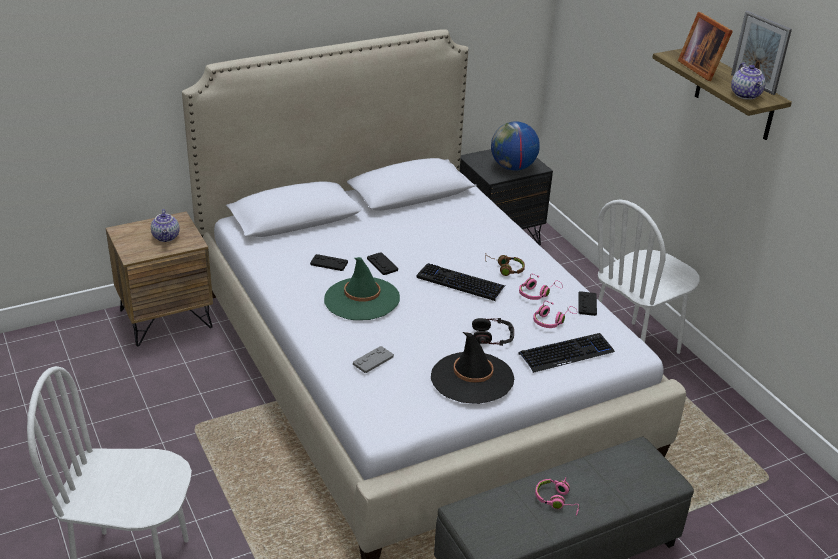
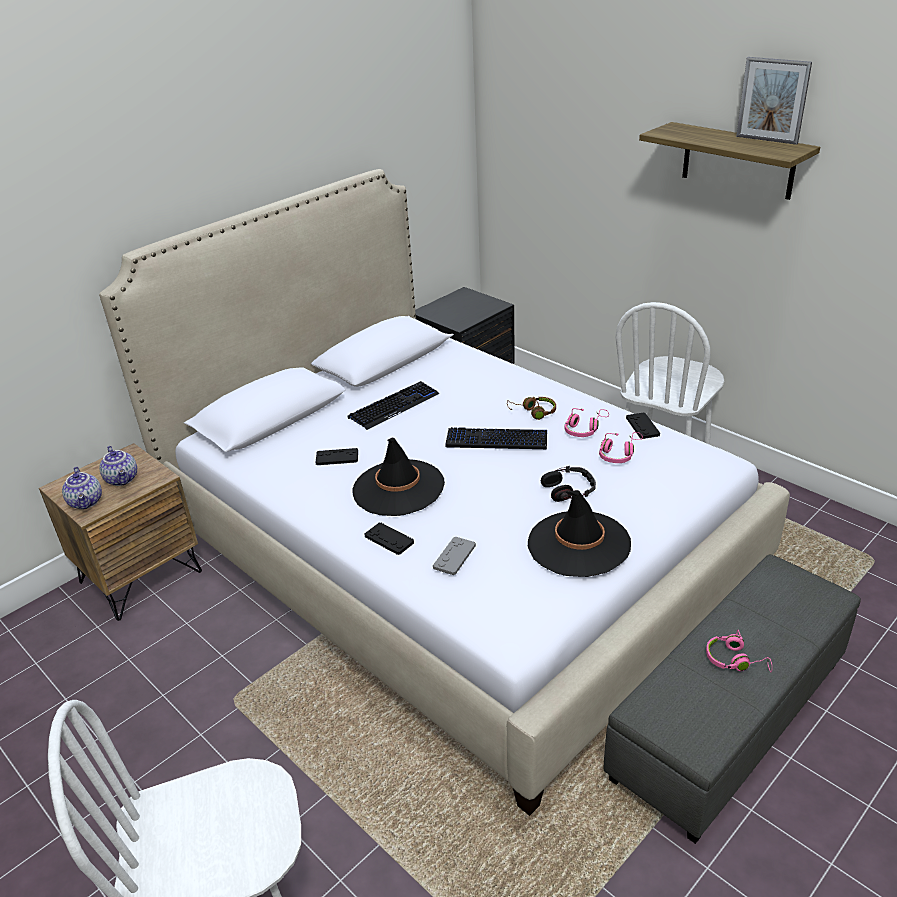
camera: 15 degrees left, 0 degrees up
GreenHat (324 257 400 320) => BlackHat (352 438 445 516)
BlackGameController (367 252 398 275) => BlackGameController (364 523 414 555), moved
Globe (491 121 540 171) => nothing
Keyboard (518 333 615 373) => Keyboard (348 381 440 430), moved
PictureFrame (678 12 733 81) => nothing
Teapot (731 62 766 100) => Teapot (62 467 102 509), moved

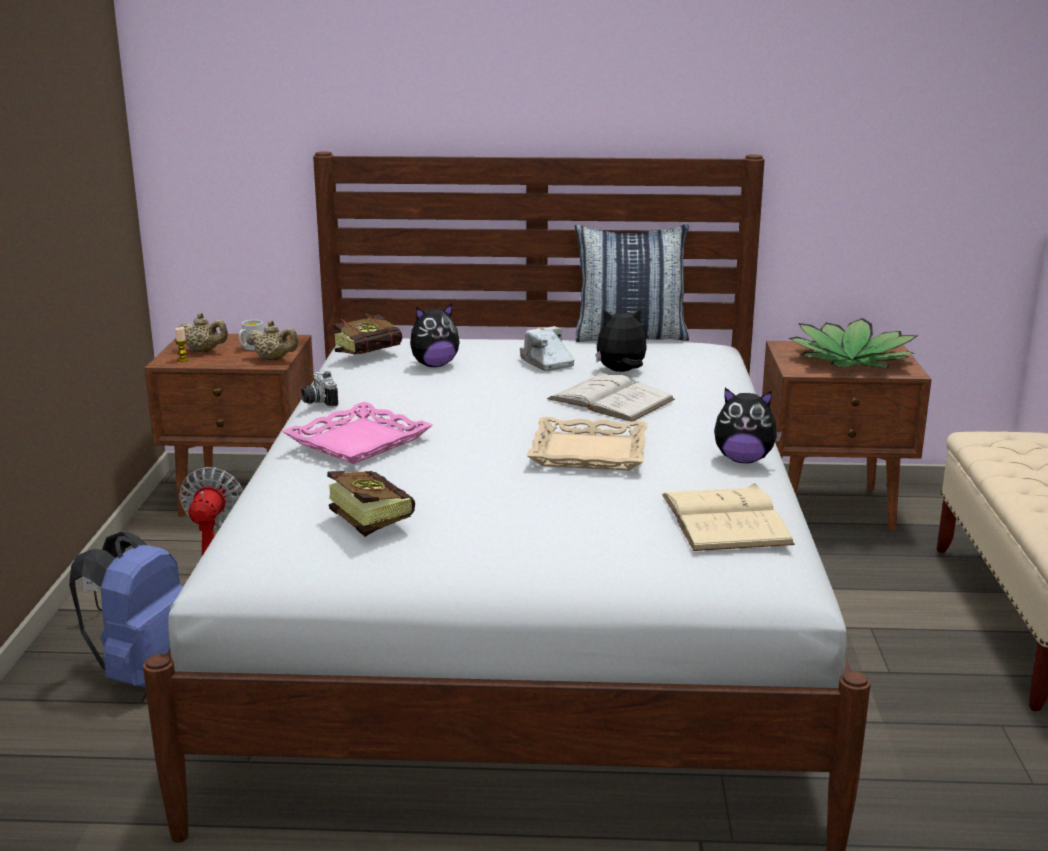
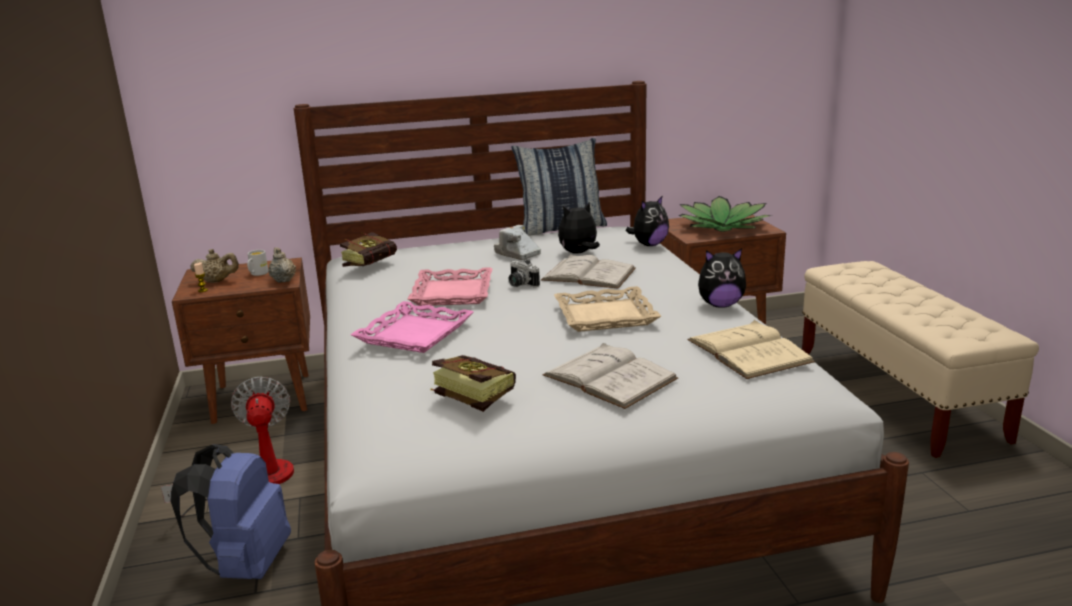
camera: 15 degrees left, 0 degrees up
BeigeTeapot (246 320 298 361) => BeigeTeapot (268 247 296 283), 120 degrees counterclockwise
PhotoCamera (301 371 338 408) => PhotoCamera (508 259 540 287), moved
PlushToy (410 303 460 367) => PlushToy (626 195 669 246), moved
nothing => PinkTray (408 267 493 306)
nothing => WhiteBook (542 343 678 409)

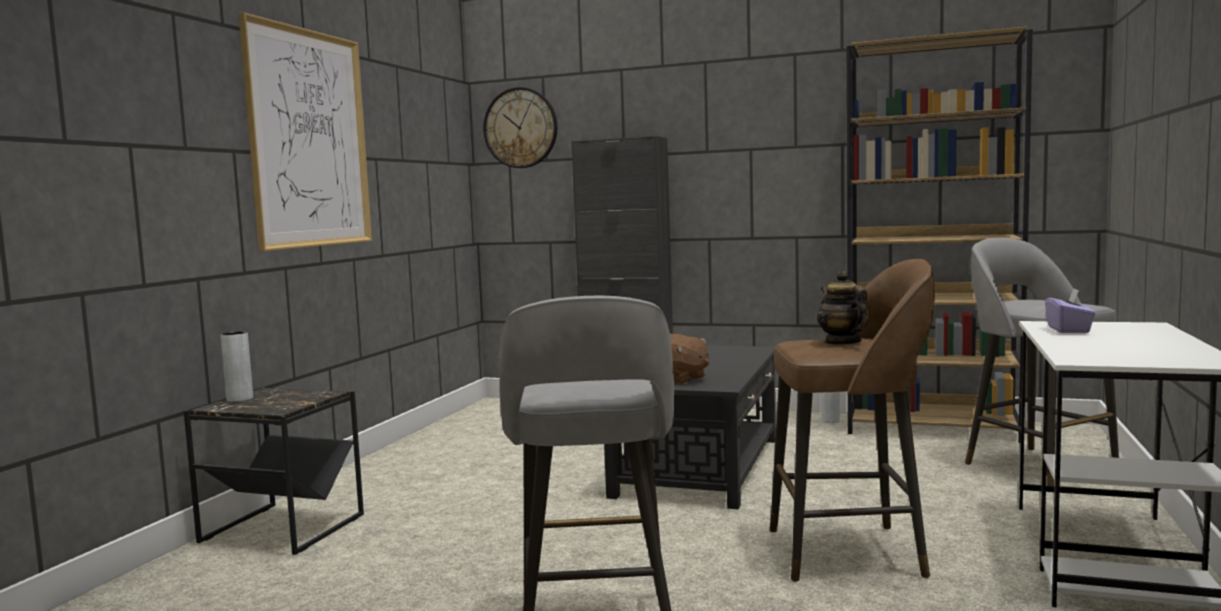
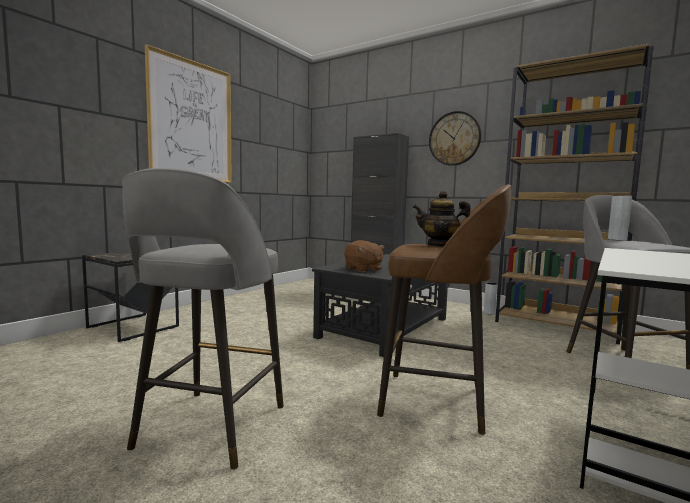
camera: 15 degrees right, 0 degrees up
GreyVase (220 331 253 402) => GreyVase (608 195 632 240), moved
WallClock (483 87 557 168) => WallClock (429 111 481 166), moved
Teapot (817 271 869 345) => Teapot (413 191 470 247), 75 degrees counterclockwise
PurpleTissueBox (1045 289 1096 333) => nothing

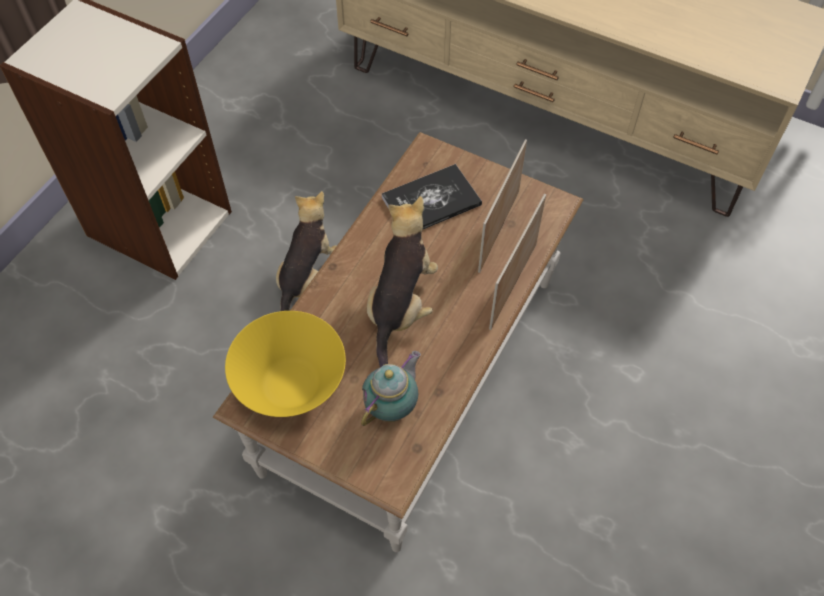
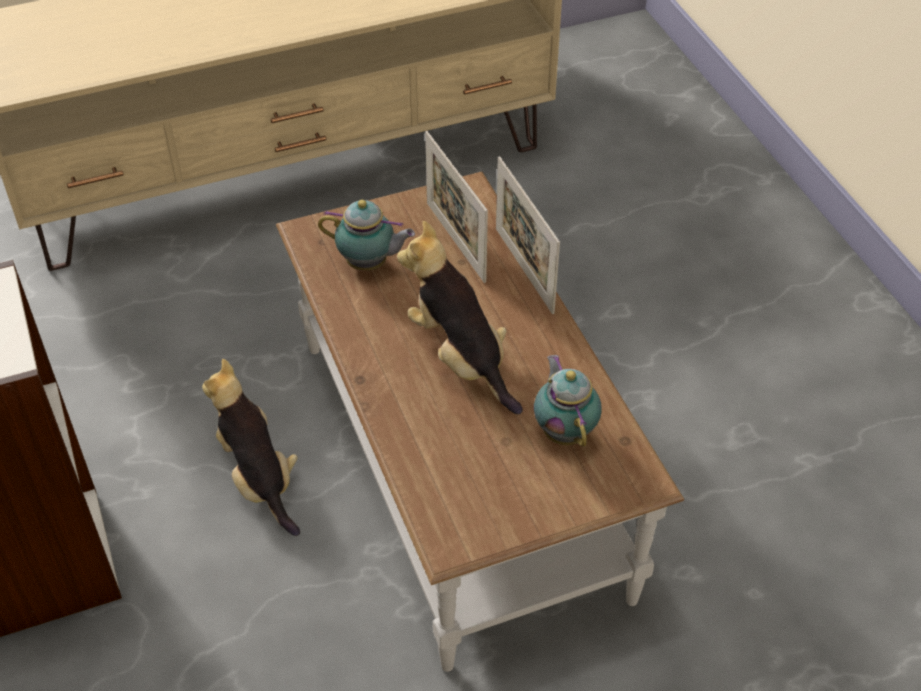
camera: 50 degrees left, 10 degrees down
YellowBowl (225 311 346 417) => nothing
Book (382 164 482 230) => Teapot (318 200 415 271)

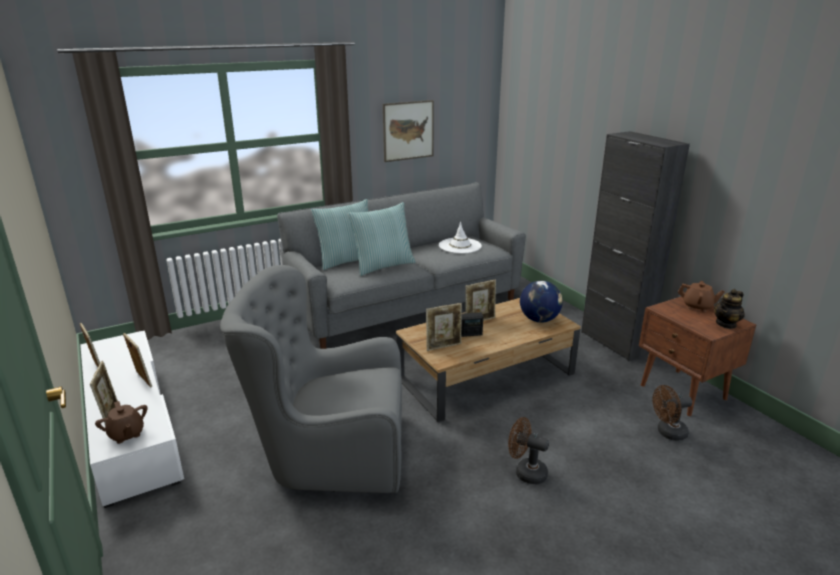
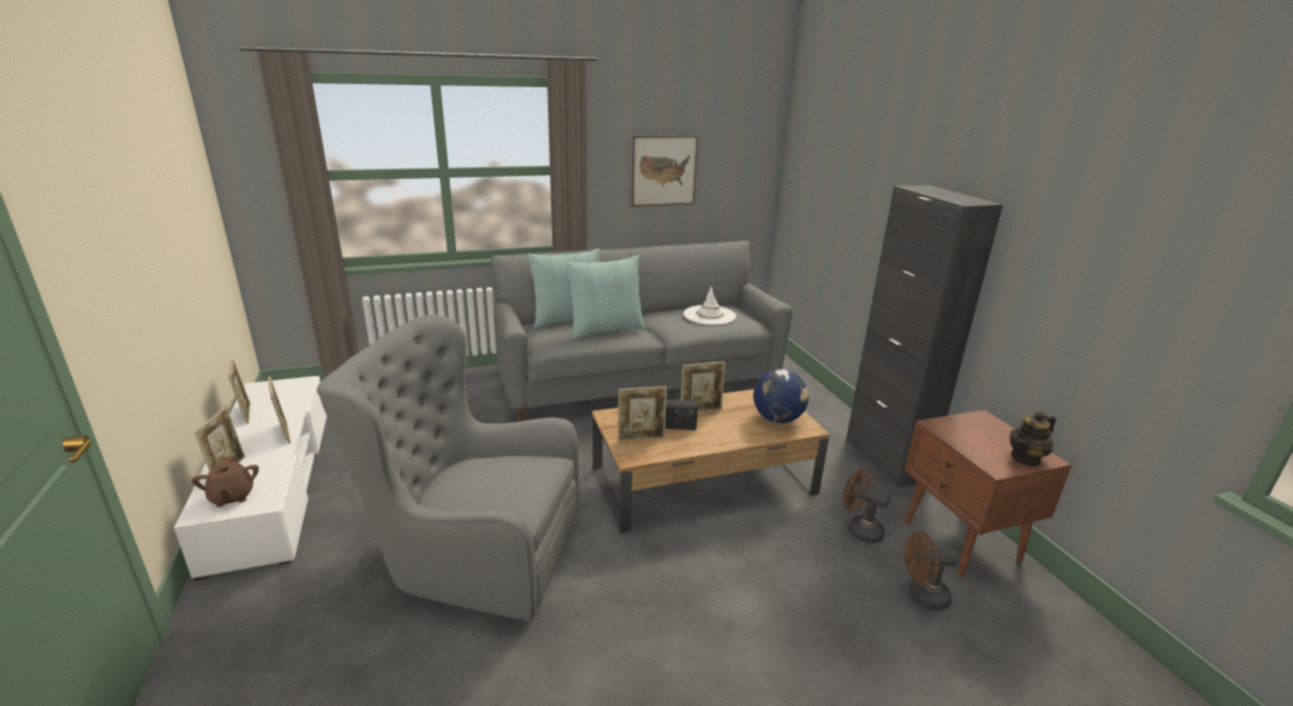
camera: 10 degrees right, 0 degrees up
BrownFan (508 417 549 485) => BrownFan (843 468 890 544), moved
BrownTeapot (678 281 725 312) => nothing

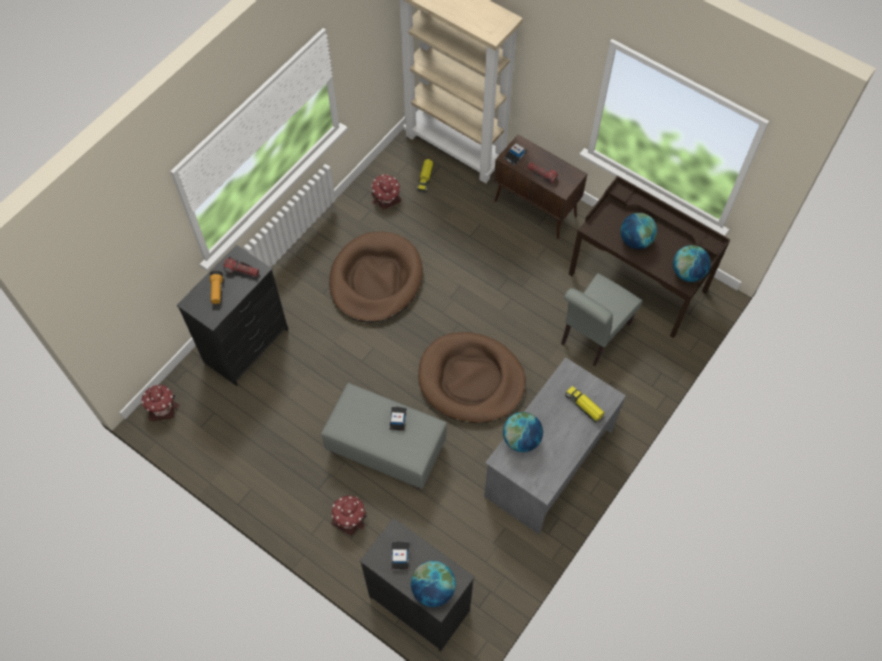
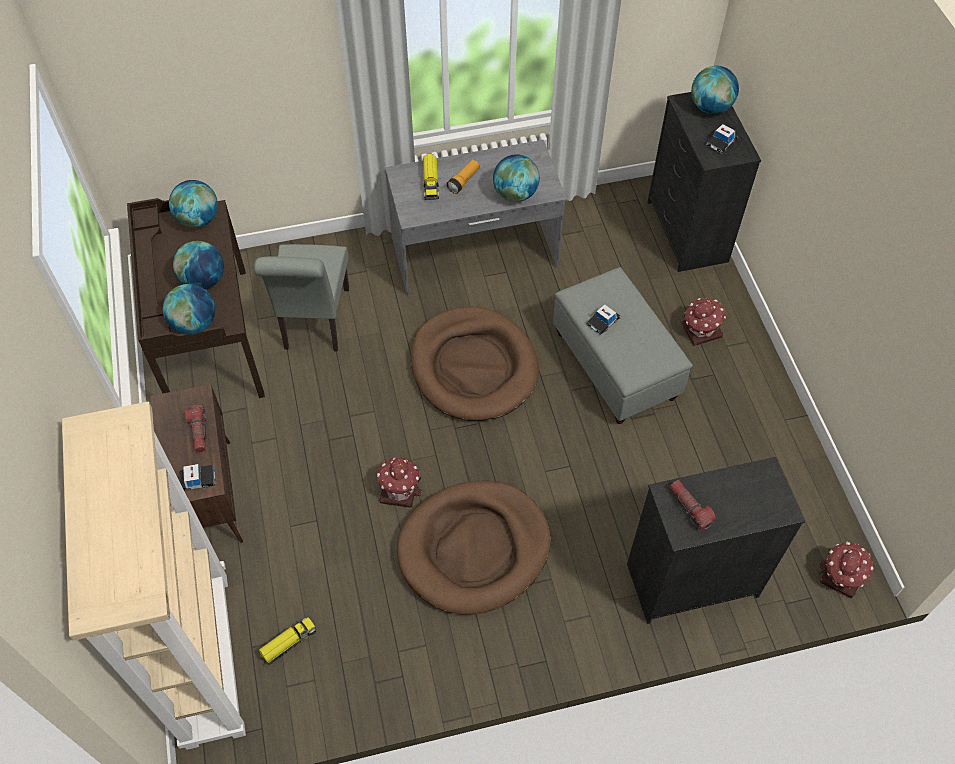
camera: 140 degrees left, 5 degrees down
Flashlight (210 270 223 304) => Flashlight (447 160 480 194), moved
ToyHouse (371 174 401 210) => ToyHouse (377 457 422 507), moved
GreyChair (561 273 642 366) => GreyChair (254 244 349 351), 105 degrees clockwise
nothing => Globe (163 284 215 335)

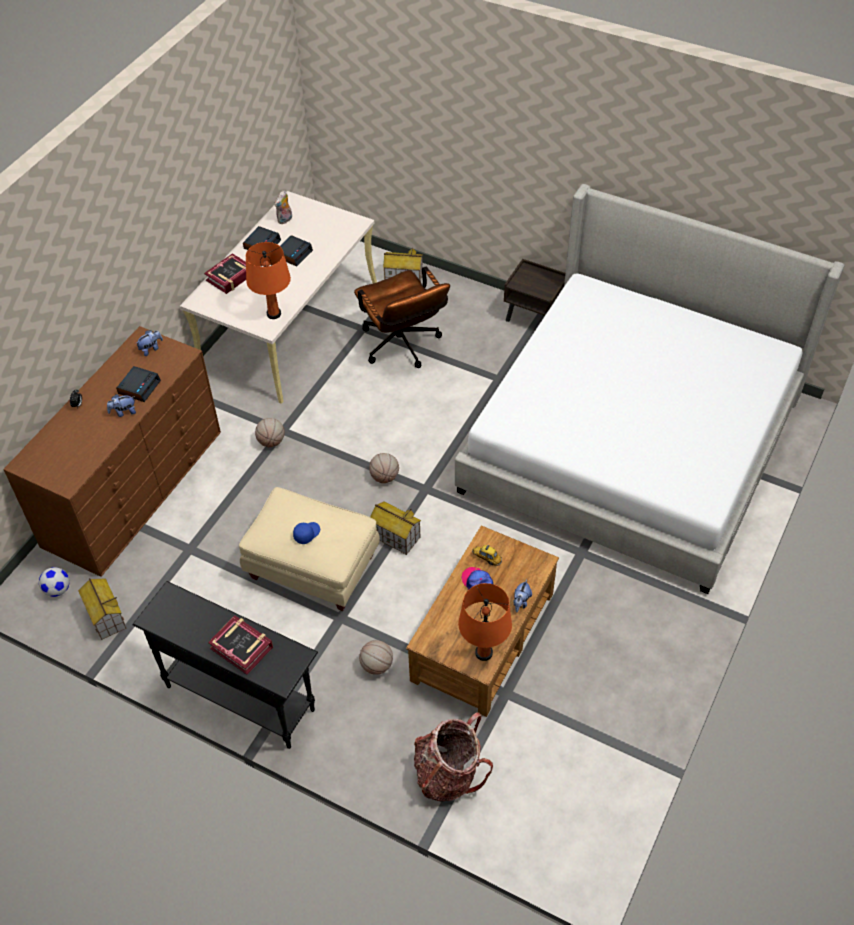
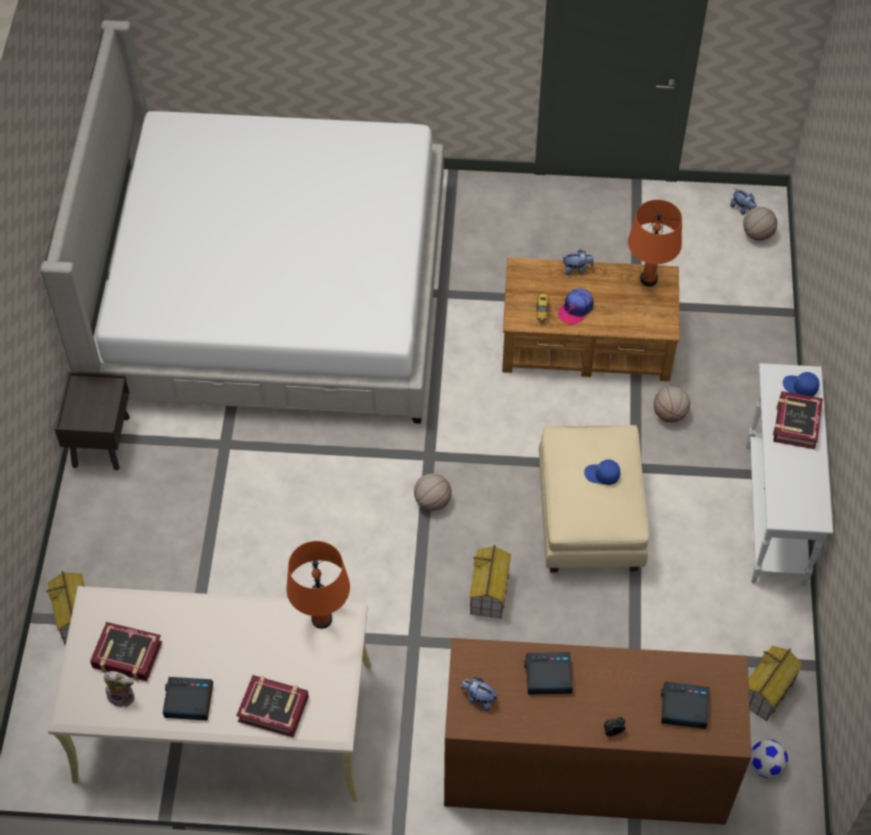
camera: 115 degrees left, 5 degrees up
PlushToy (107 394 136 417) => PlushToy (730 189 756 215), moved
BlackConsoleTable (133 581 318 749) => WhiteConsoleTable (746 363 833 587)
Basketball (255 418 285 447) => Basketball (743 207 778 241), moved
AlarmClock (280 235 313 266) => AlarmClock (661 682 710 729), moved
BrownOfficeChair (354 267 450 368) => nothing
ToyHouse (370 502 421 555) => ToyHouse (469 545 511 619), moved
Backpack (414 712 493 802) => nothing
nothing => Book (90 622 162 681)
nothing => BlueCap (783 372 819 397)

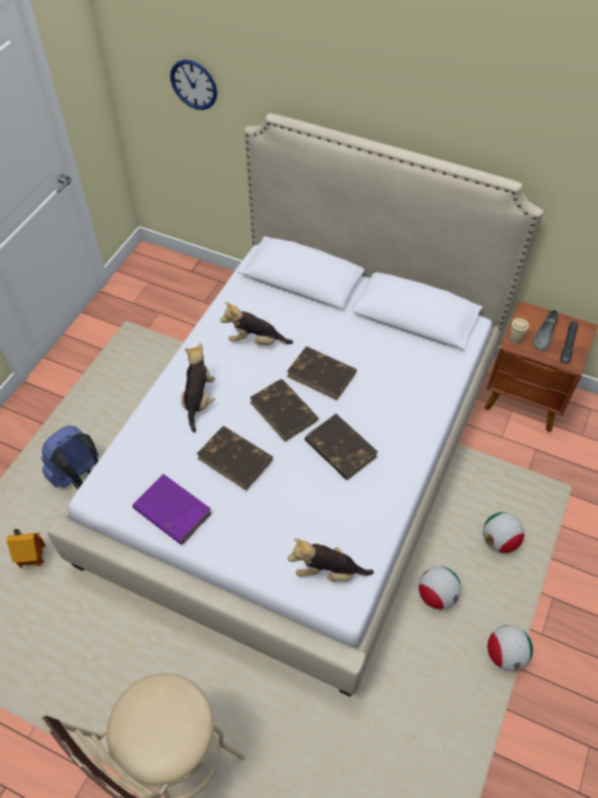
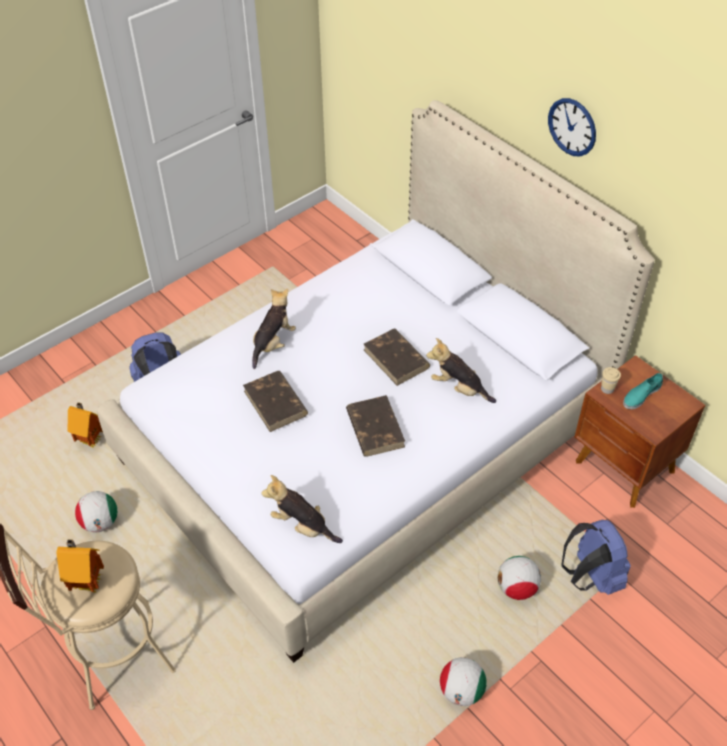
camera: 25 degrees right, 5 degrees down
PurpleBook (132 474 212 545) => nothing
WallClock (170 60 217 110) => WallClock (548 98 596 156), moved
PlushToy (220 302 293 345) => PlushToy (426 338 496 403), moved
BrownBook (250 379 319 442) => nothing
Football (419 566 461 610) => Football (75 491 117 533), moved
GreyShoe (534 310 558 351) => TurquoiseShoe (623 373 663 409)
GreyFlashlight (560 321 578 364) => nothing
nothing => ToyHouse (56 539 104 592)
nothing => BlueBackpack (561 520 631 595)

